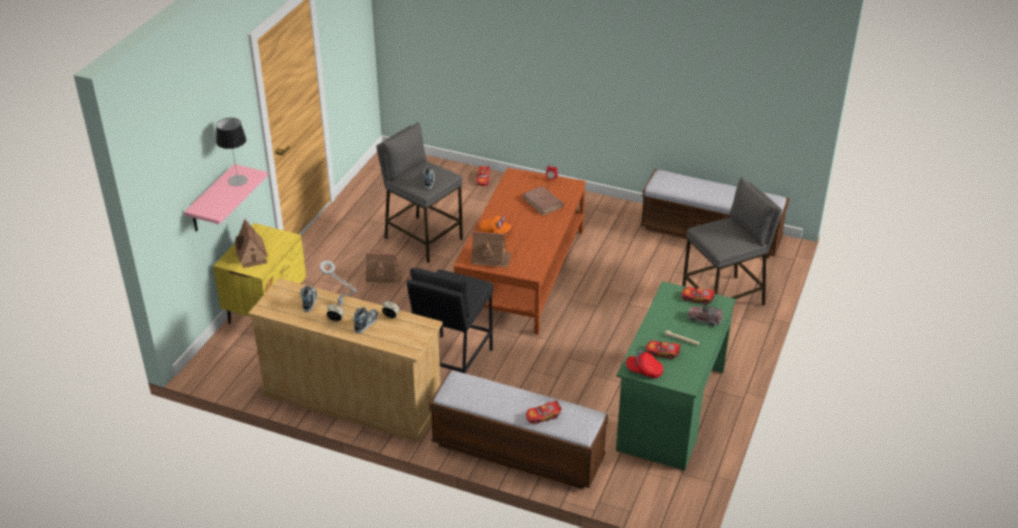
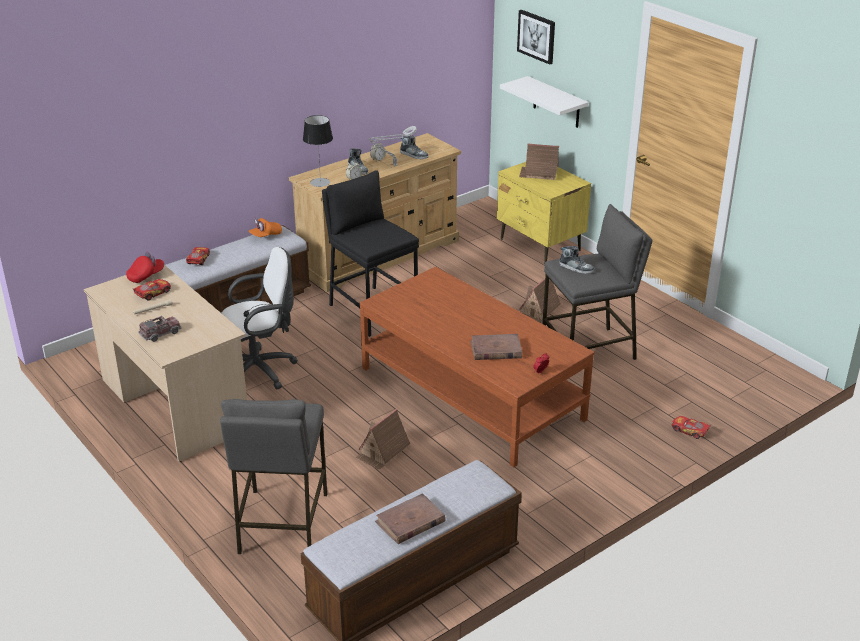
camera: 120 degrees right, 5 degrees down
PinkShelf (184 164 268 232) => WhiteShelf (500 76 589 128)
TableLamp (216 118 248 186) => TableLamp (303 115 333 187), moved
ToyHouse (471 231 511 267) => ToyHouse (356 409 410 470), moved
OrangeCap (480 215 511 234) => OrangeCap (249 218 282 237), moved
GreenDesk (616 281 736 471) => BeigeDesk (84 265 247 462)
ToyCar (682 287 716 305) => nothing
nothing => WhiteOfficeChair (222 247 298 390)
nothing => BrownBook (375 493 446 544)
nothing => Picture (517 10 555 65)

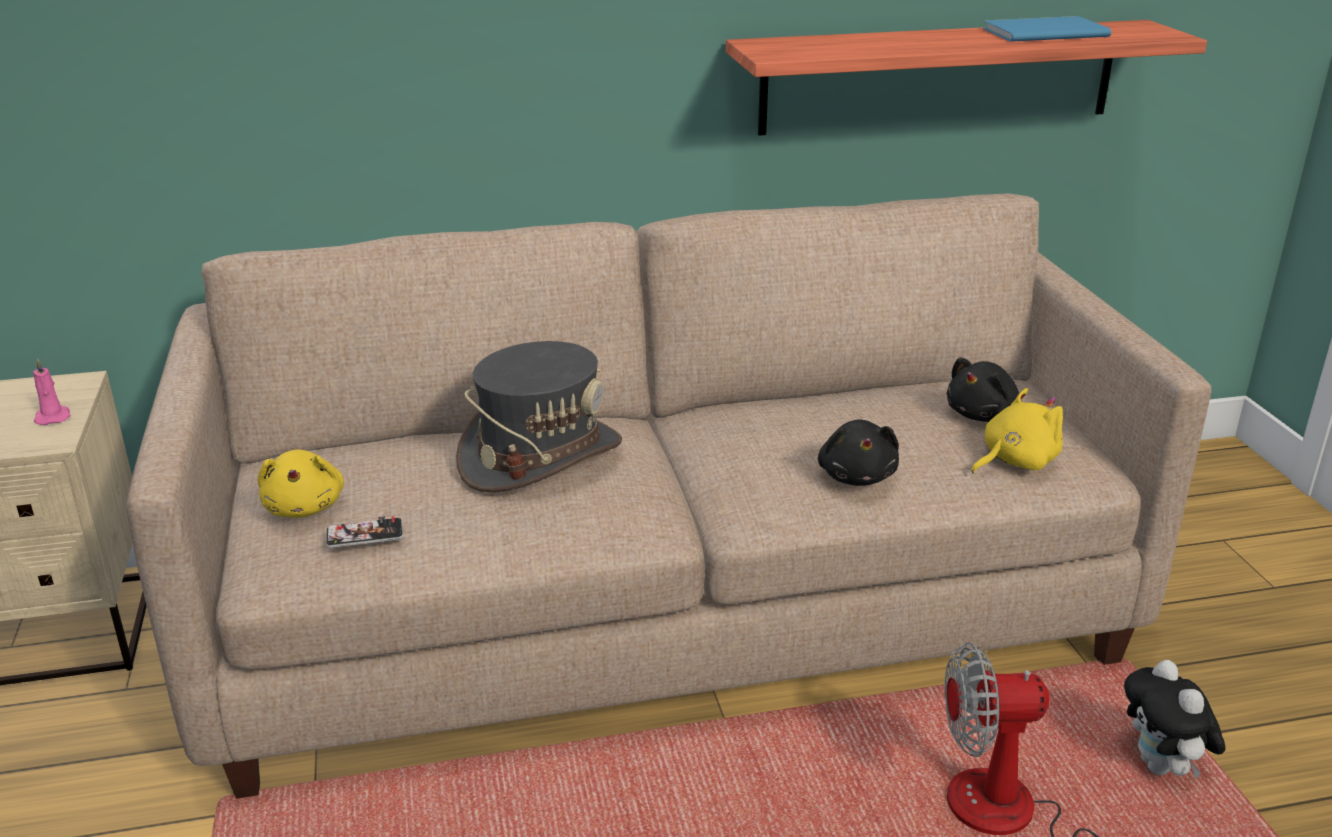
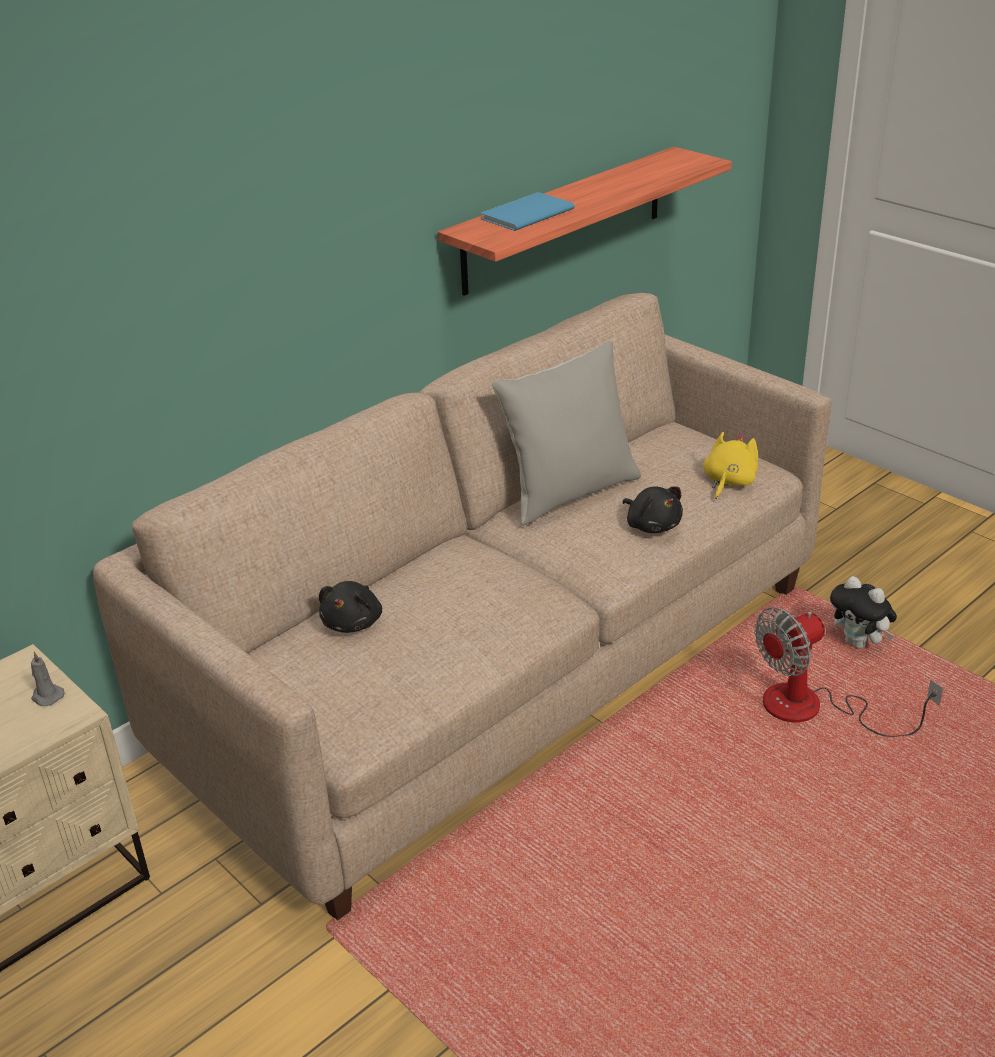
camera: 30 degrees left, 5 degrees up
PinkCandle (33 358 71 425) => GreyCandle (31 651 65 706)
YellowPlushToy (258 449 344 518) => nothing
Phone (326 516 403 548) => nothing
GreyHat (456 341 622 493) => nothing
BlackPlushToy (947 357 1022 422) => BlackPlushToy (319 581 382 633), moved
BlueBook (983 16 1111 42) => BlueBook (481 192 575 231), moved
nothing => GreyPillow (492 341 641 526)

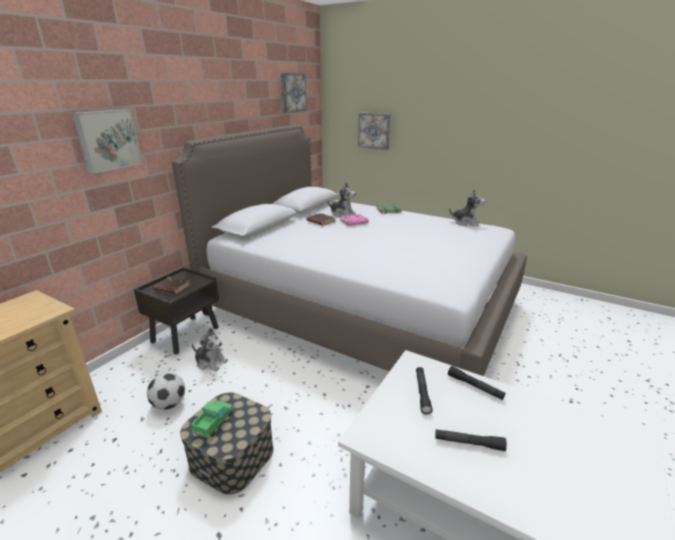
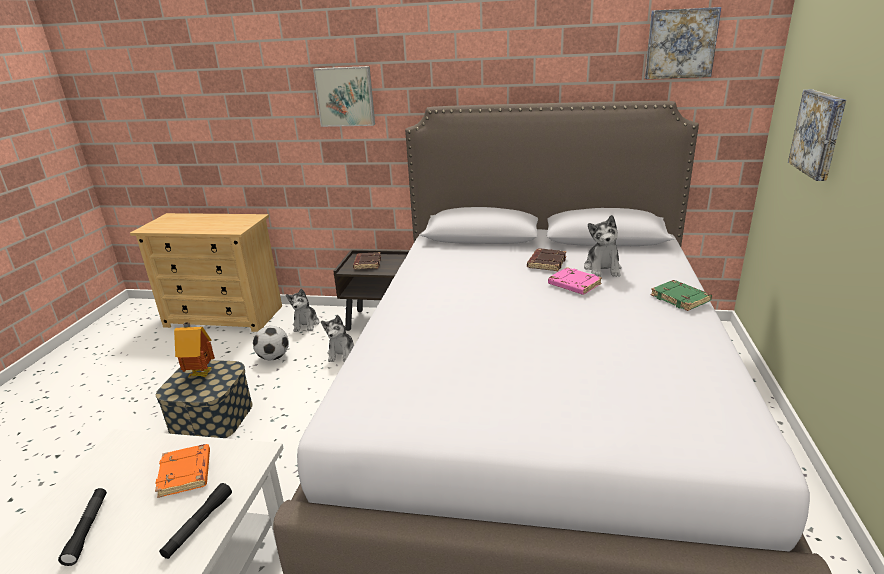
camera: 70 degrees right, 0 degrees up
ToyTruck (191 401 234 438) => ToyHouse (174 322 215 377)
BlackFlashlight (416 367 433 414) => OrangeBook (155 444 210 498)
PlushToy (449 189 486 226) => PlushToy (286 288 319 332), moved

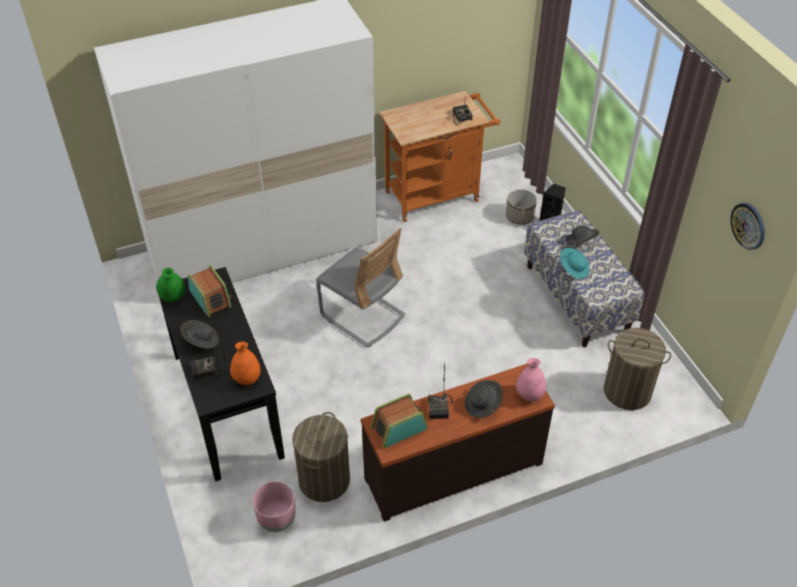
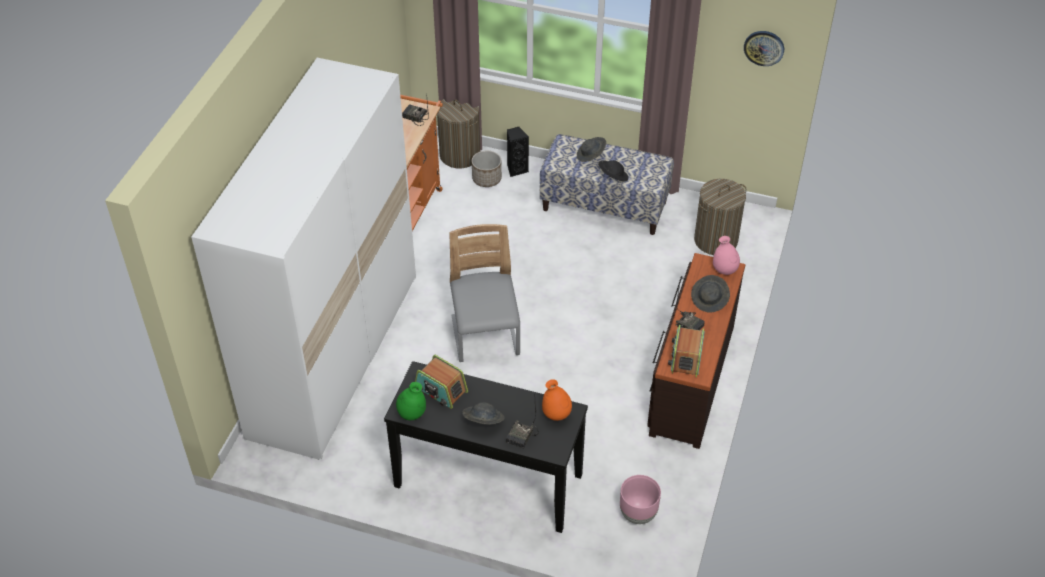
camera: 50 degrees left, 0 degrees up
Radio (188 265 232 317) => Radio (415 355 468 409), 150 degrees counterclockwise
LaundryBasket (292 412 350 502) => LaundryBasket (437 99 480 168), moved
GreyChair (316 228 406 347) => GreyChair (449 224 520 362), 90 degrees counterclockwise
TurquoiseHat (560 248 590 279) => BlackHat (598 160 628 181)

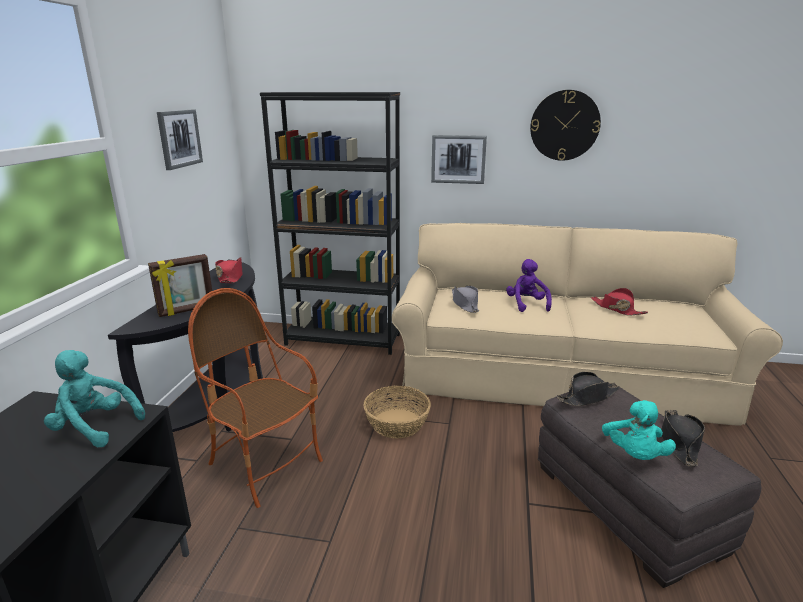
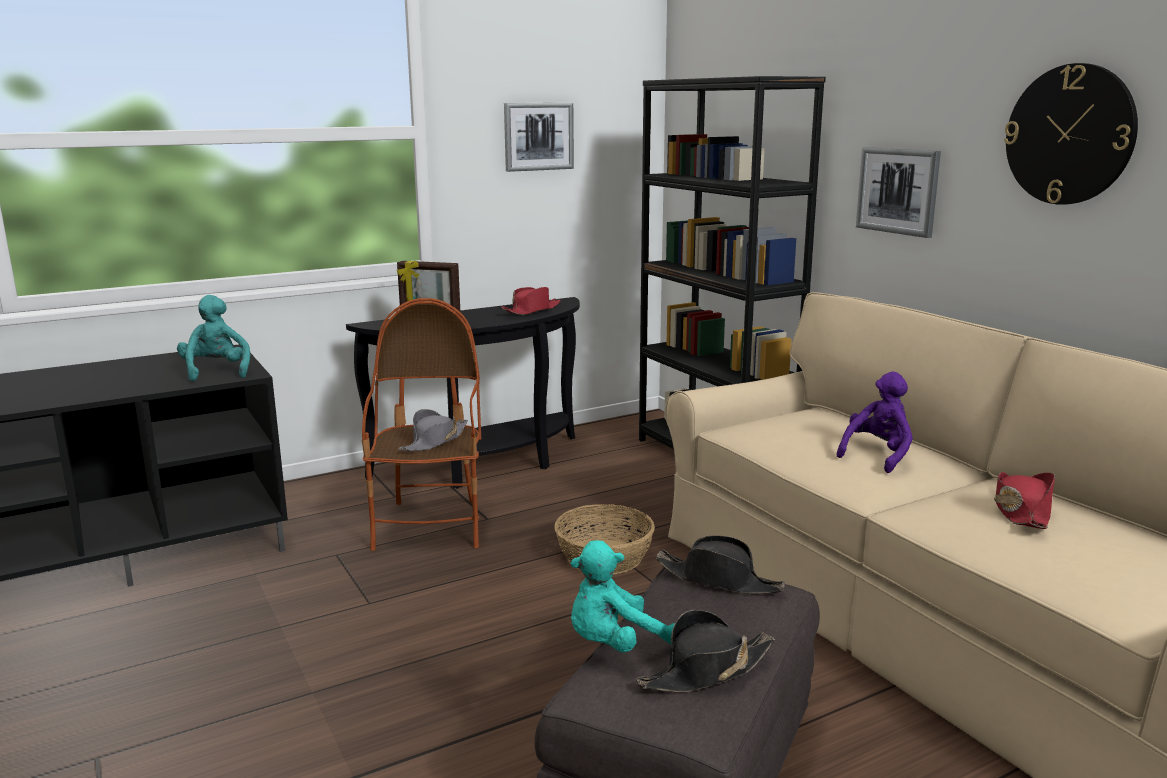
camera: 50 degrees right, 5 degrees down
GreyHat (452 286 479 313) => GreyHat (399 409 468 451), moved

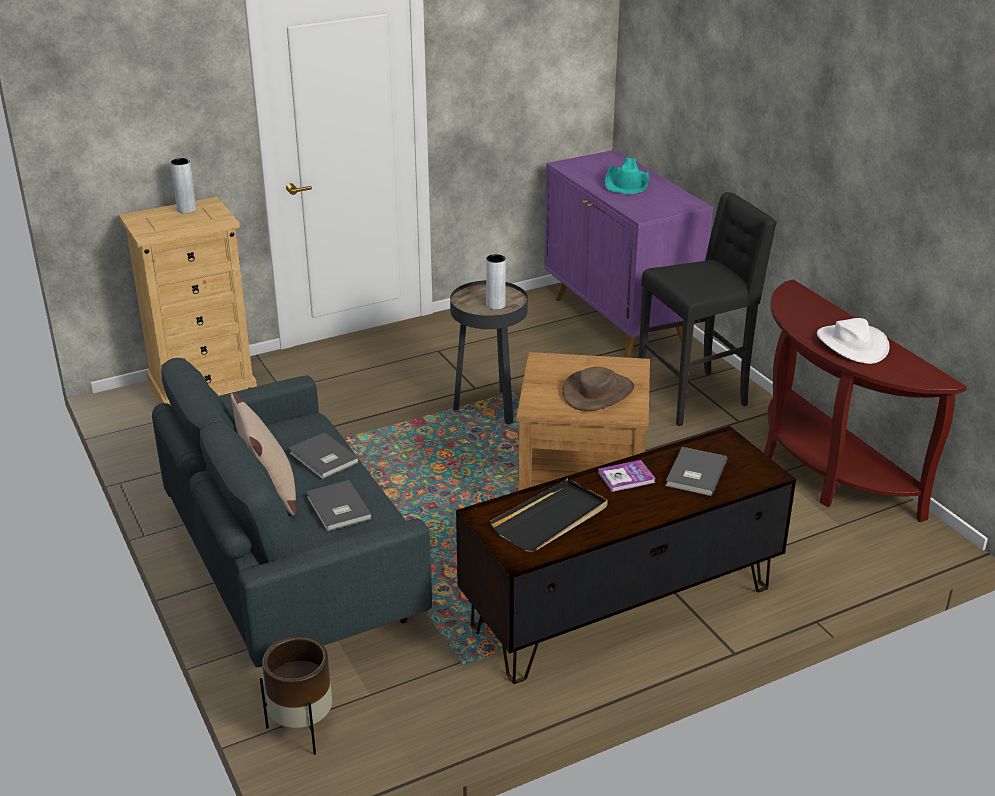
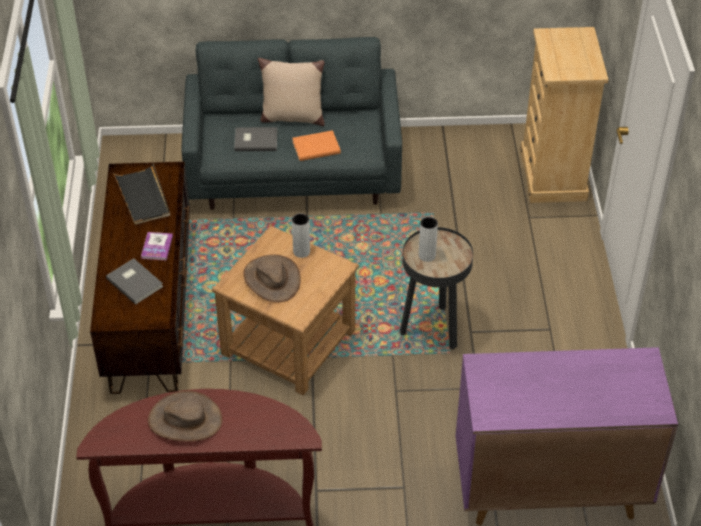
camera: 115 degrees right, 15 degrees up
GreyVase (170 158 196 213) => GreyVase (292 213 310 258), moved
BrownPlanter (260 637 332 755) => nothing
GreyBook (289 433 359 479) => OrangeBook (292 130 341 161)
TurquoiseHat (605 157 649 194) => nothing
BlackStool (639 192 777 426) => nothing
WhiteHat (817 318 889 364) => BrownHat (148 391 222 442)

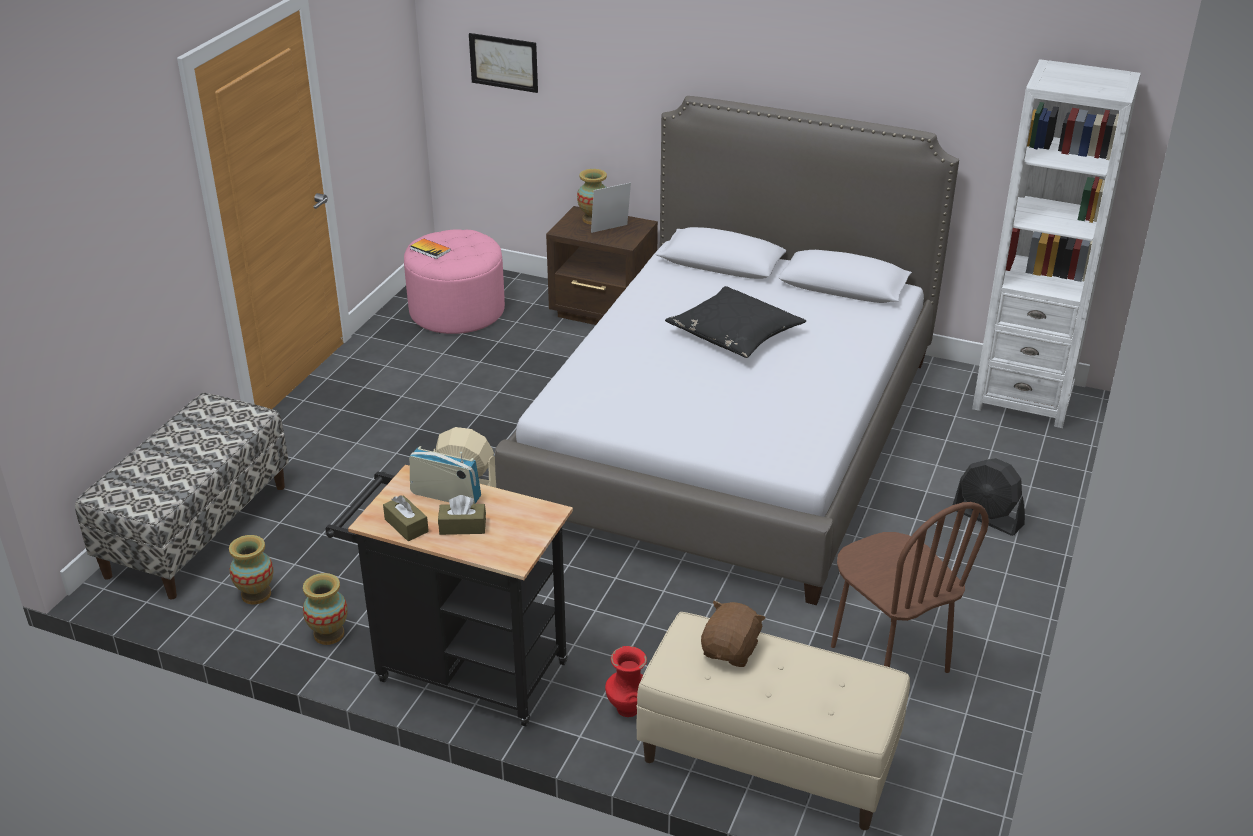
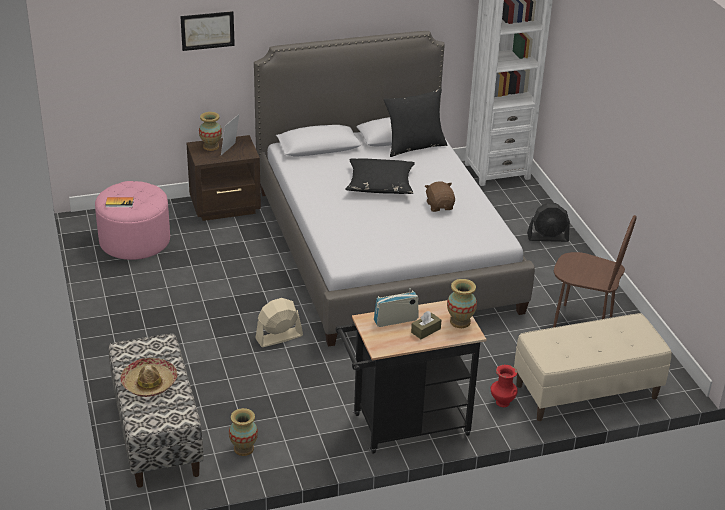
camera: 40 degrees left, 0 degrees up
Vase (303 573 348 645) => Vase (447 279 477 328), moved
BrownTissueBox (383 495 429 541) => nothing
Picture (469 33 538 93) => Picture (180 11 235 51), moved
BrownPlushToy (701 601 765 667) => BrownPlushToy (425 181 455 212), moved
nothing => Hat (120 358 177 397)
nothing => BlackPillow (384 88 447 157)

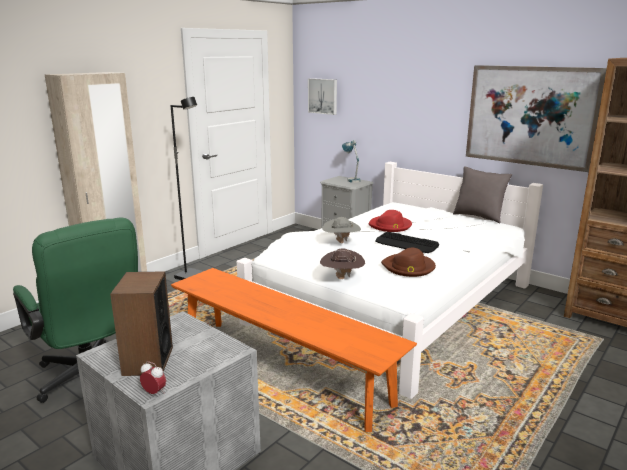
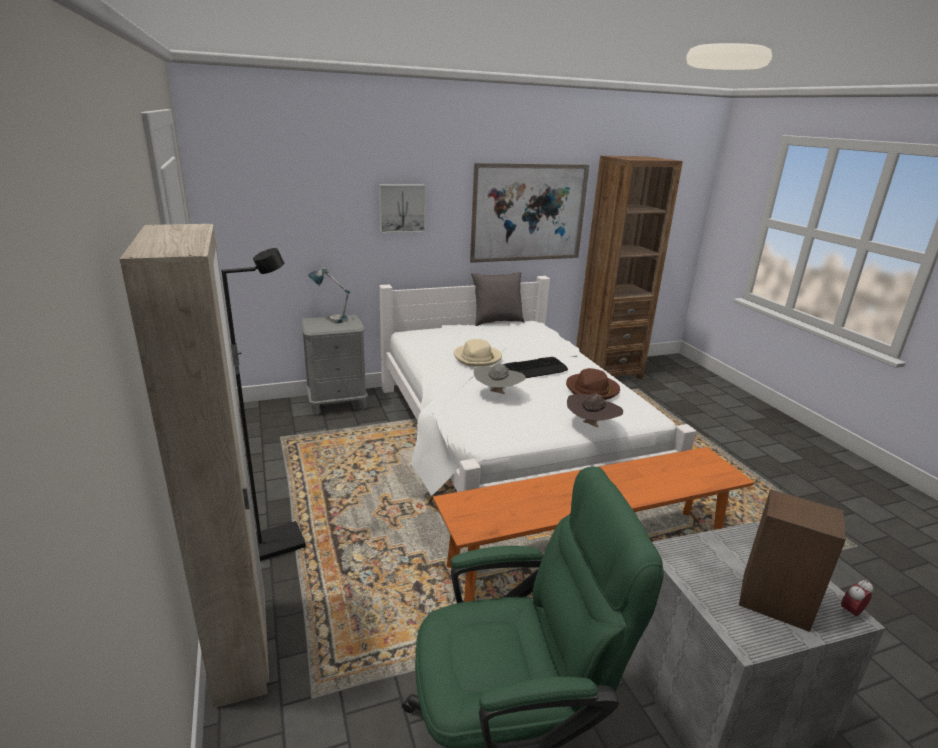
camera: 60 degrees left, 5 degrees up
Picture (308 78 337 115) => Picture (379 185 426 233), moved
RedHat (369 210 412 232) => BeigeHat (454 339 502 367)

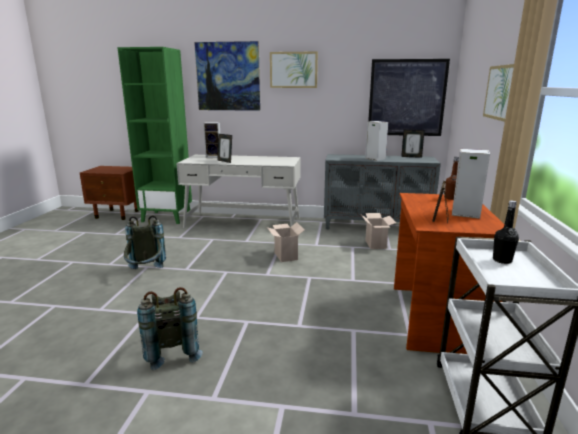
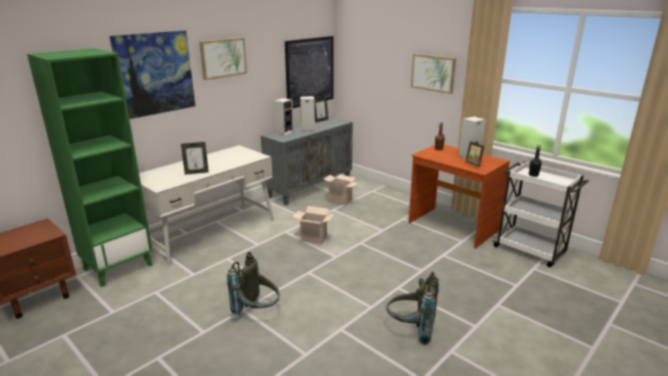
camera: 55 degrees left, 5 degrees up
Speaker (204 122 220 158) => Speaker (274 98 293 136), moved

